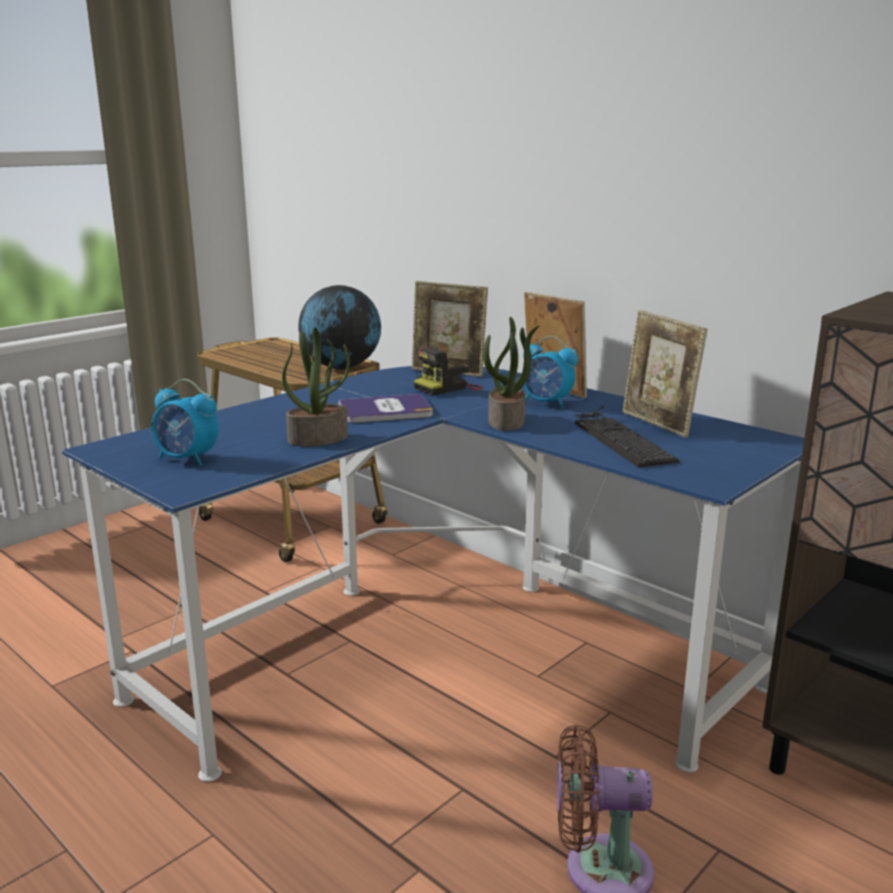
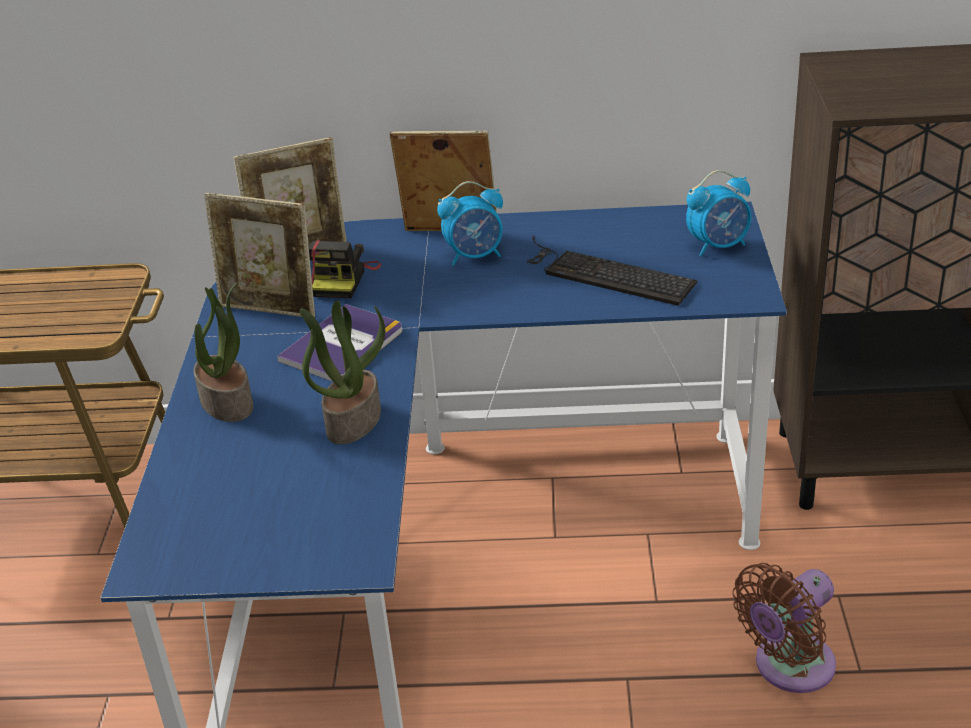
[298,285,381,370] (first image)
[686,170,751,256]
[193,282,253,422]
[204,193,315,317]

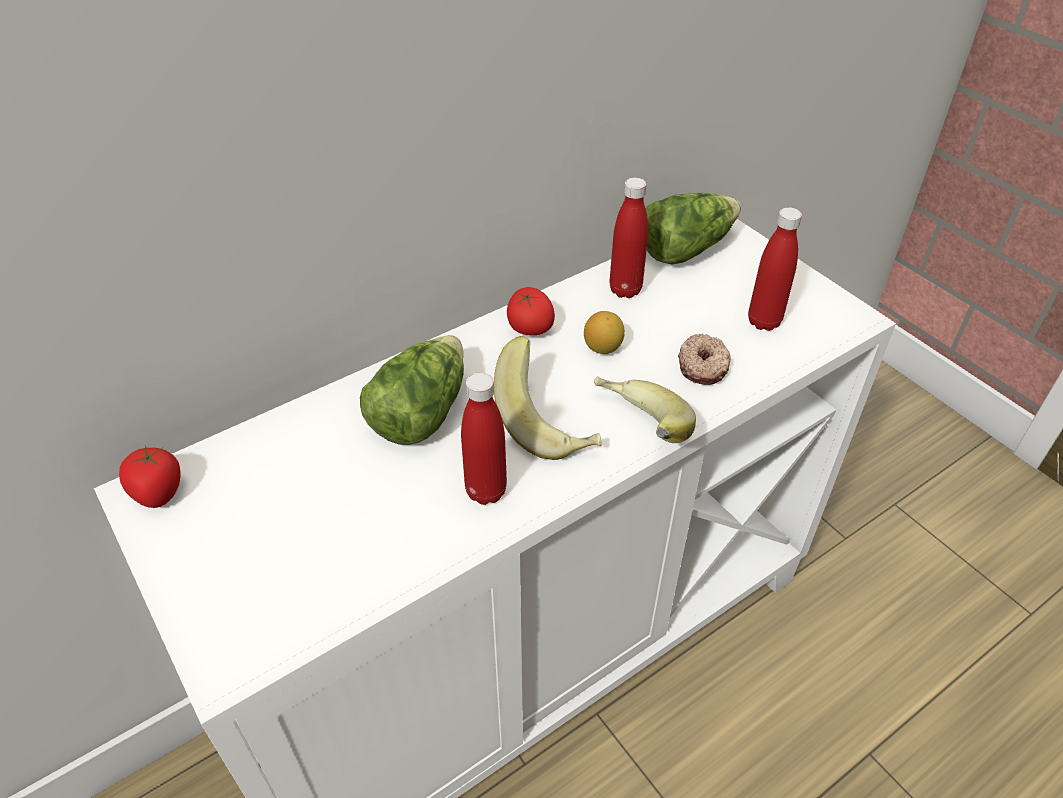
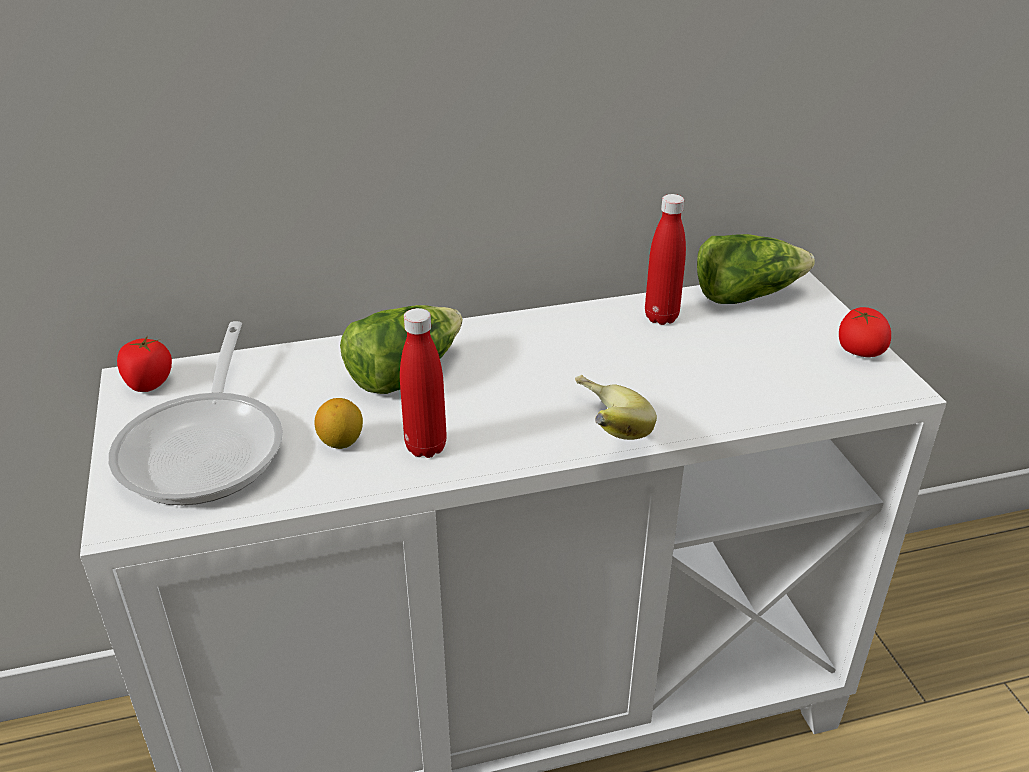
[494,336,602,460] (first image)
[678,333,730,385] (first image)
[748,207,802,331] (first image)
[108,321,283,505]
[839,307,891,357]
[315,398,363,449]

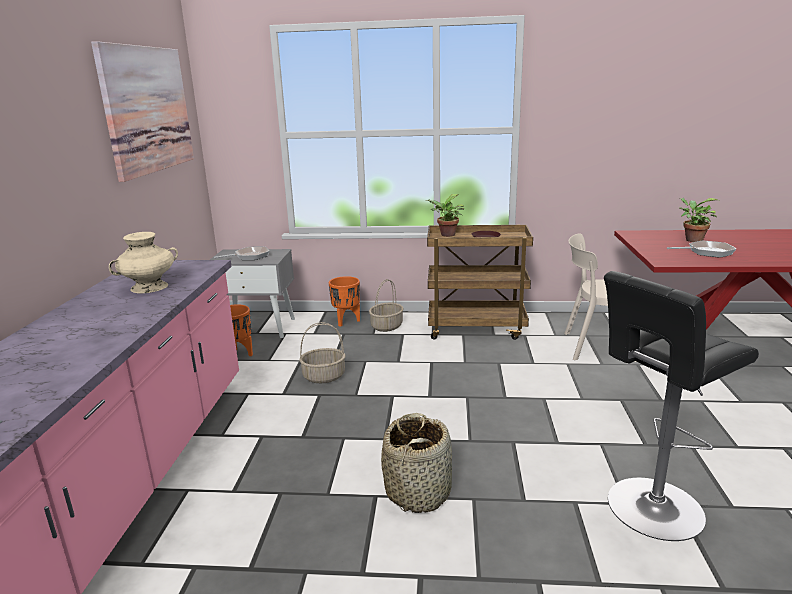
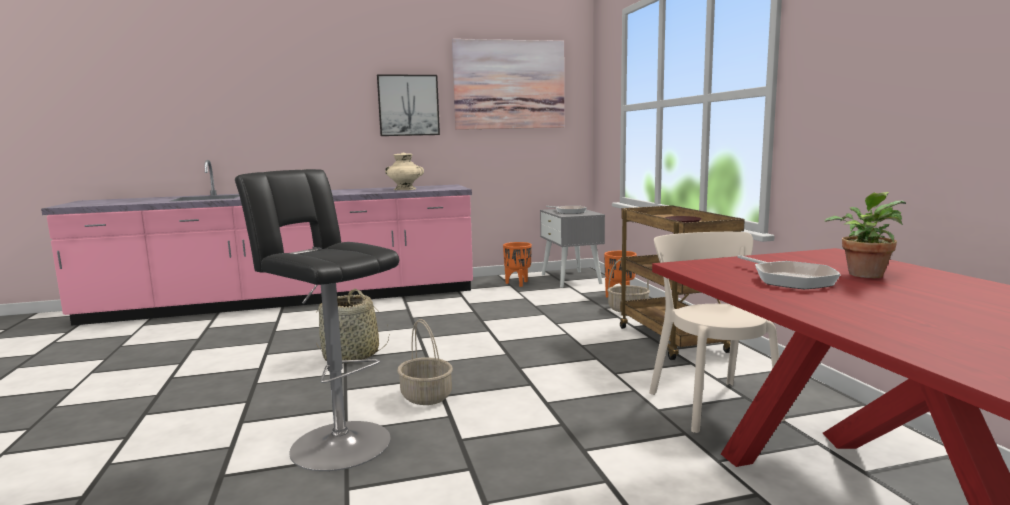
[426,194,465,237] (first image)
[377,75,440,136]
[397,319,453,405]

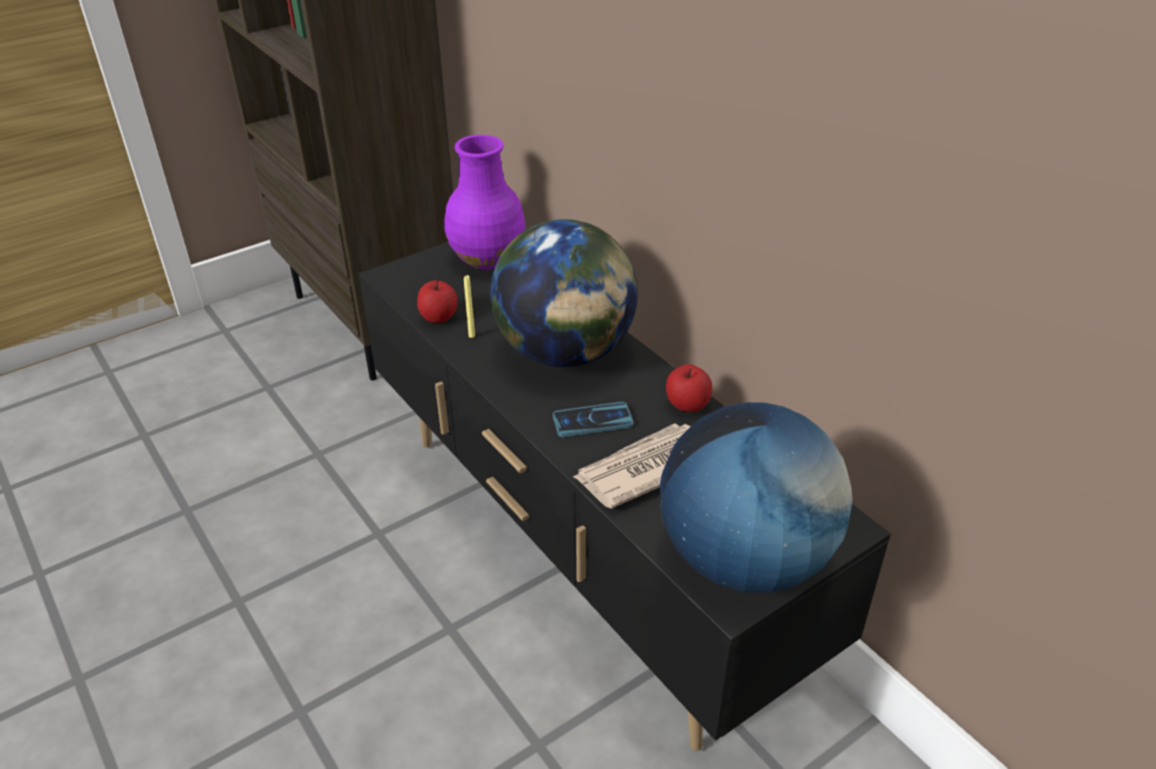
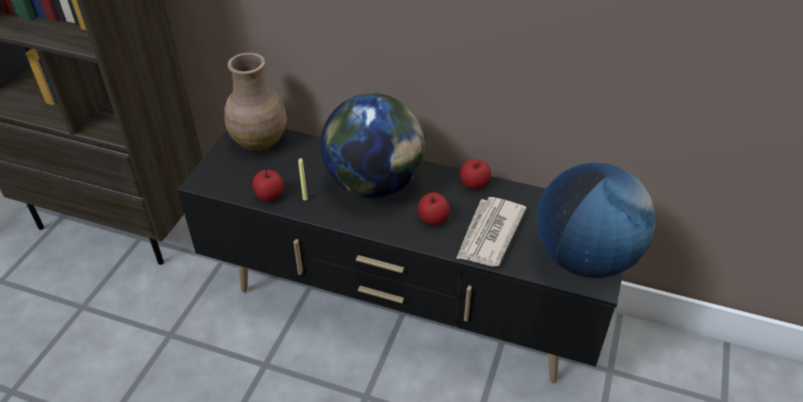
[418,192,450,226]
[224,53,287,151]

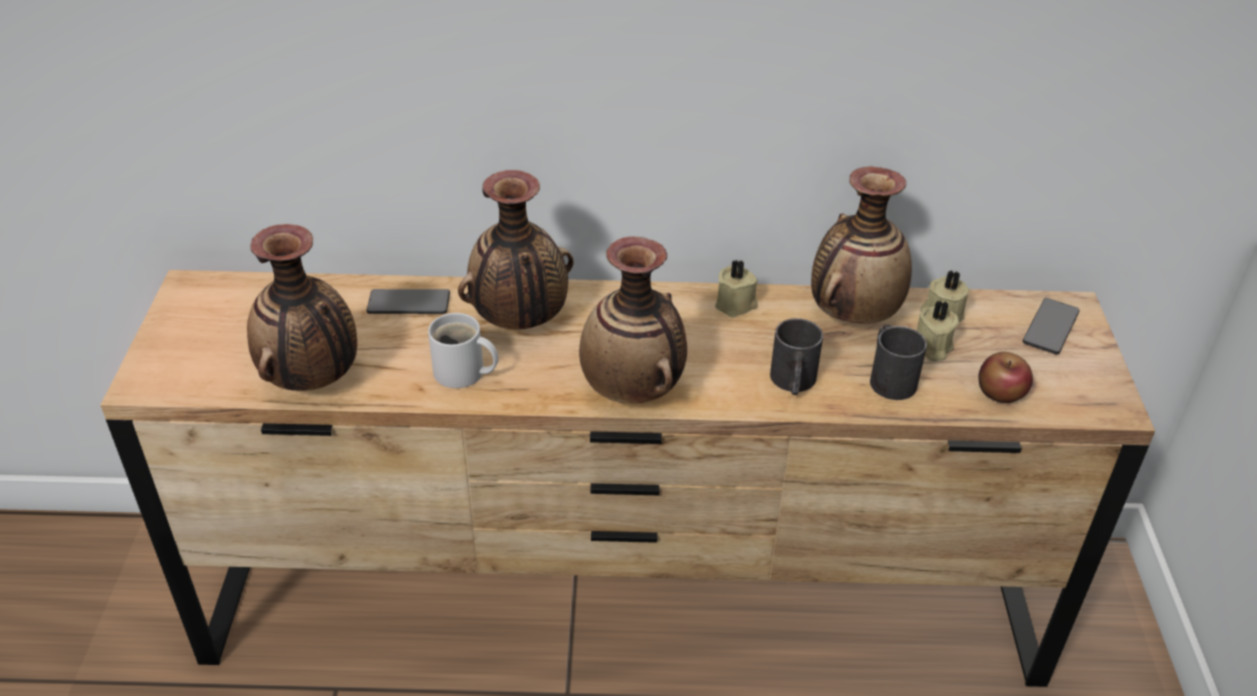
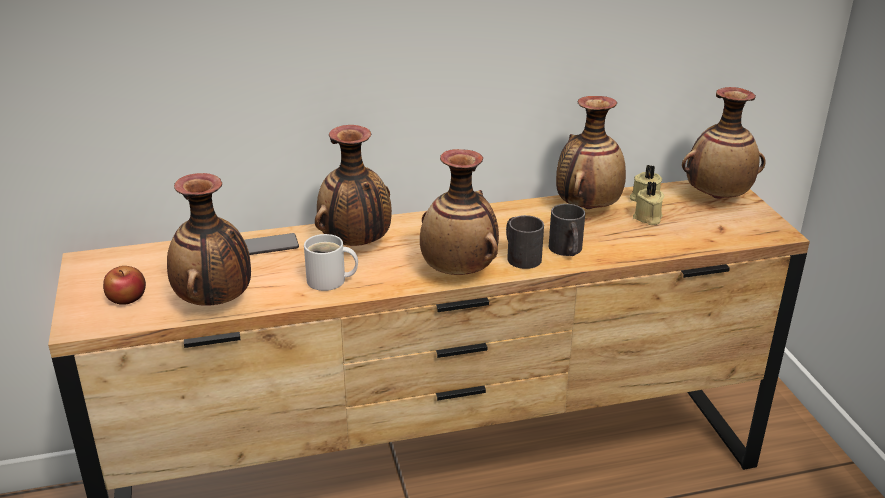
[715,259,758,317] (first image)
[506,215,544,269]
[103,266,146,305]
[682,87,766,199]

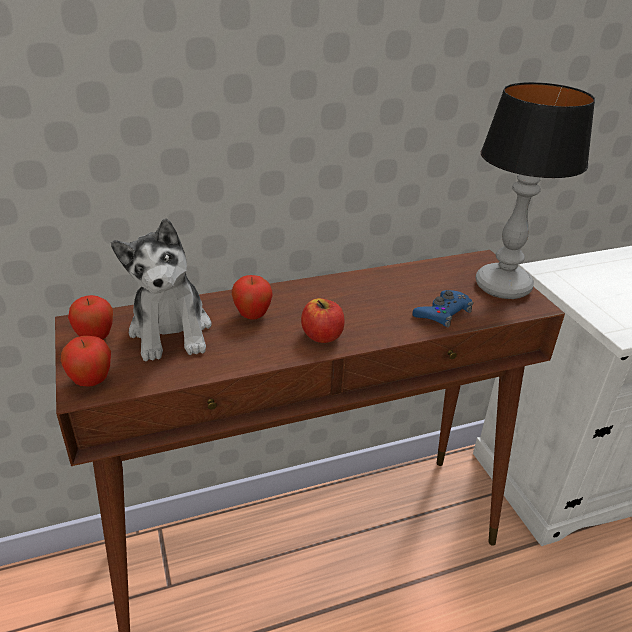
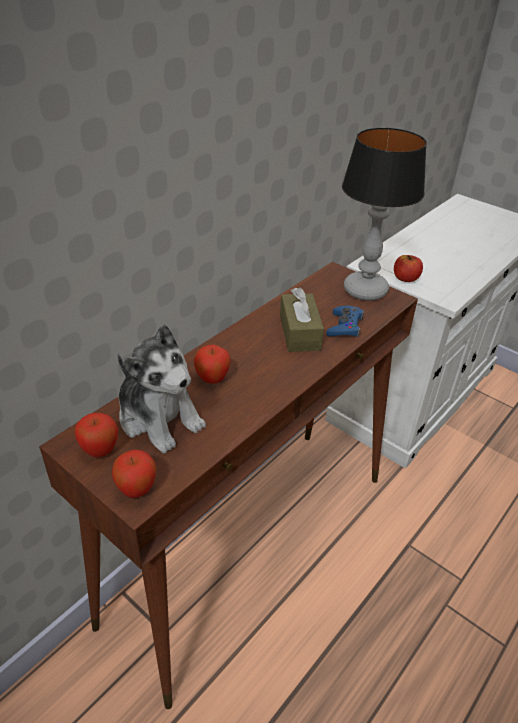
[280,288,324,352]
[394,255,423,282]

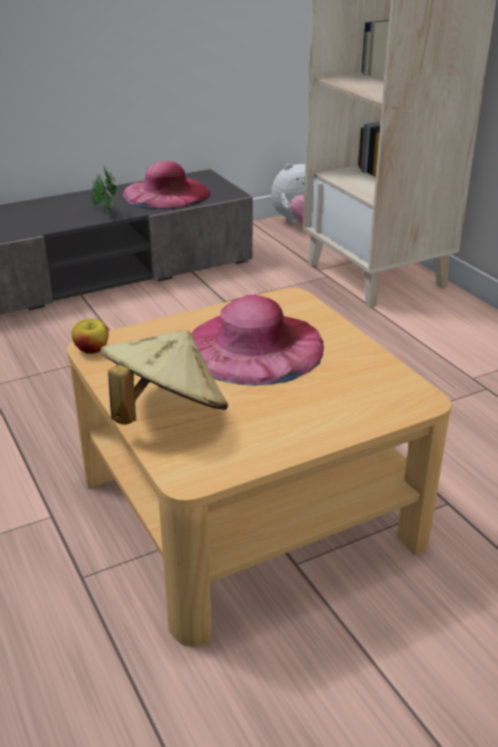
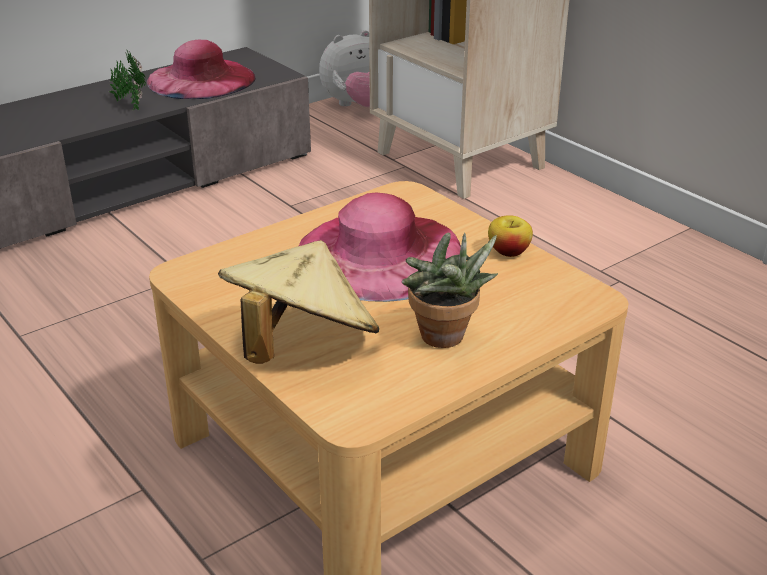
[402,232,498,348]
[488,215,533,257]

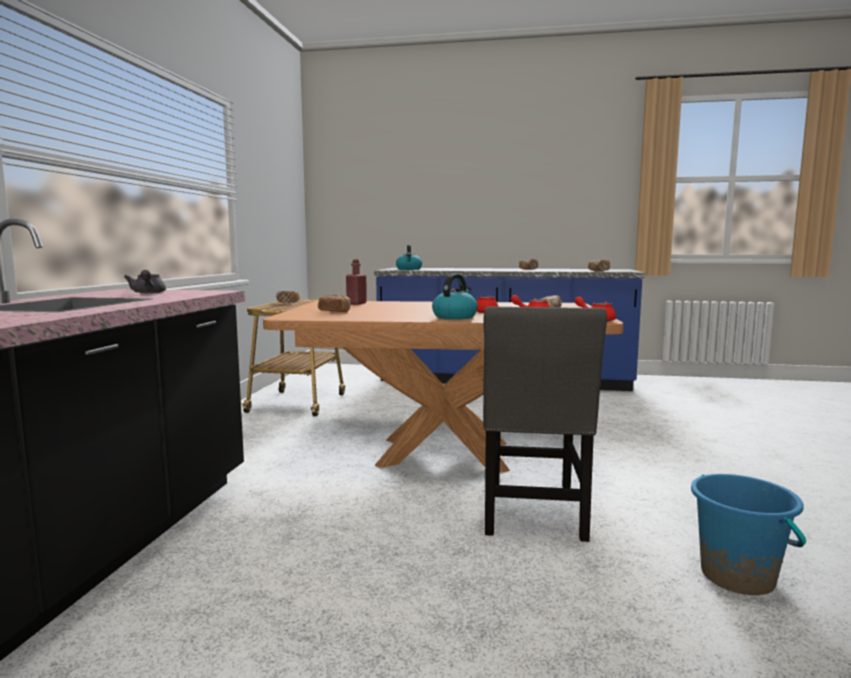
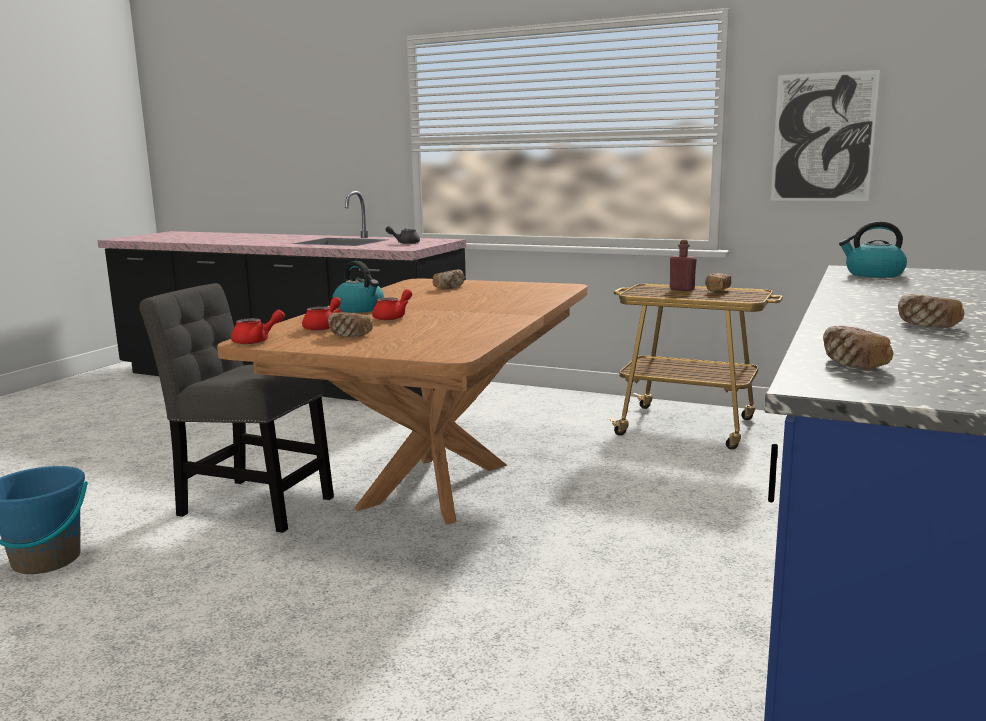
[771,70,880,201]
[670,240,697,291]

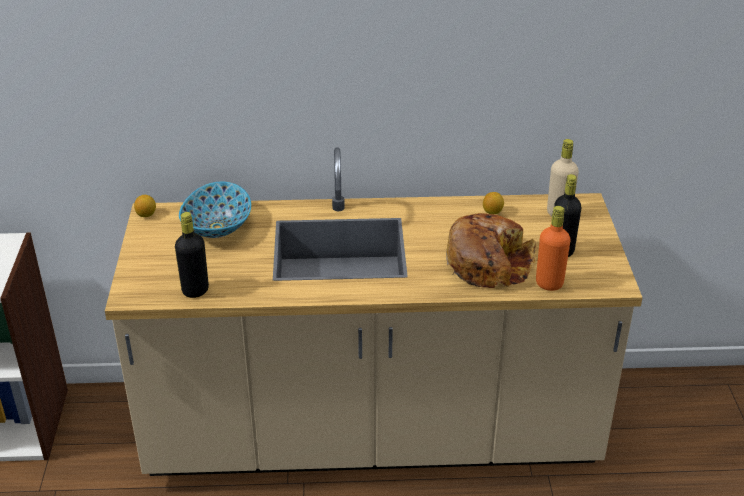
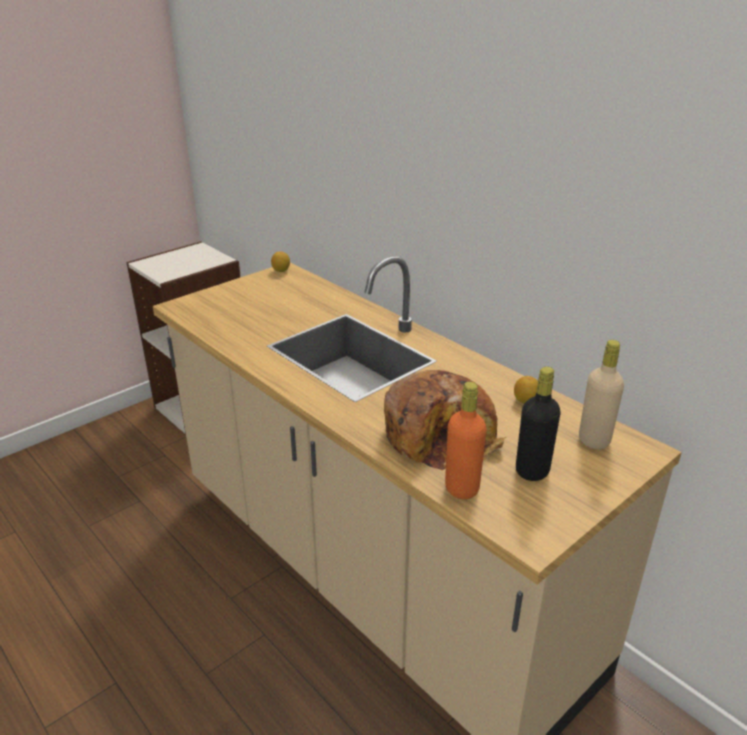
[175,212,209,298] (first image)
[179,182,251,238] (first image)

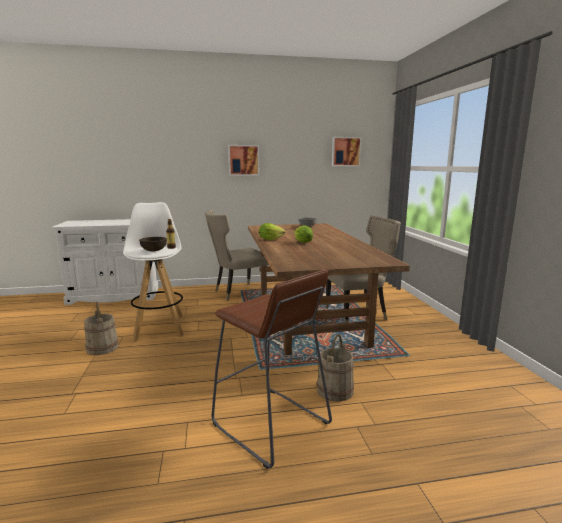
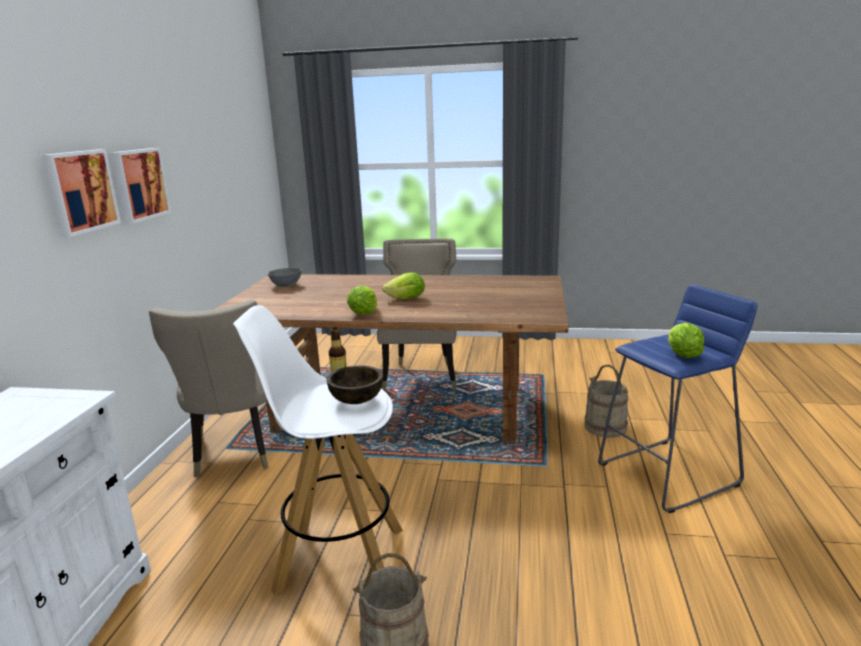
[668,323,704,358]
[42,149,121,237]
[598,284,758,513]

